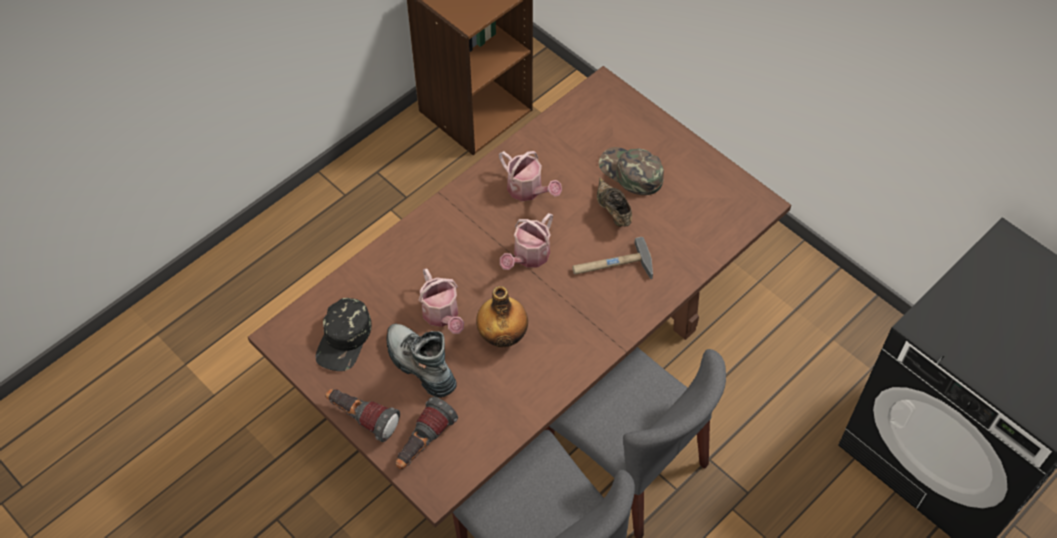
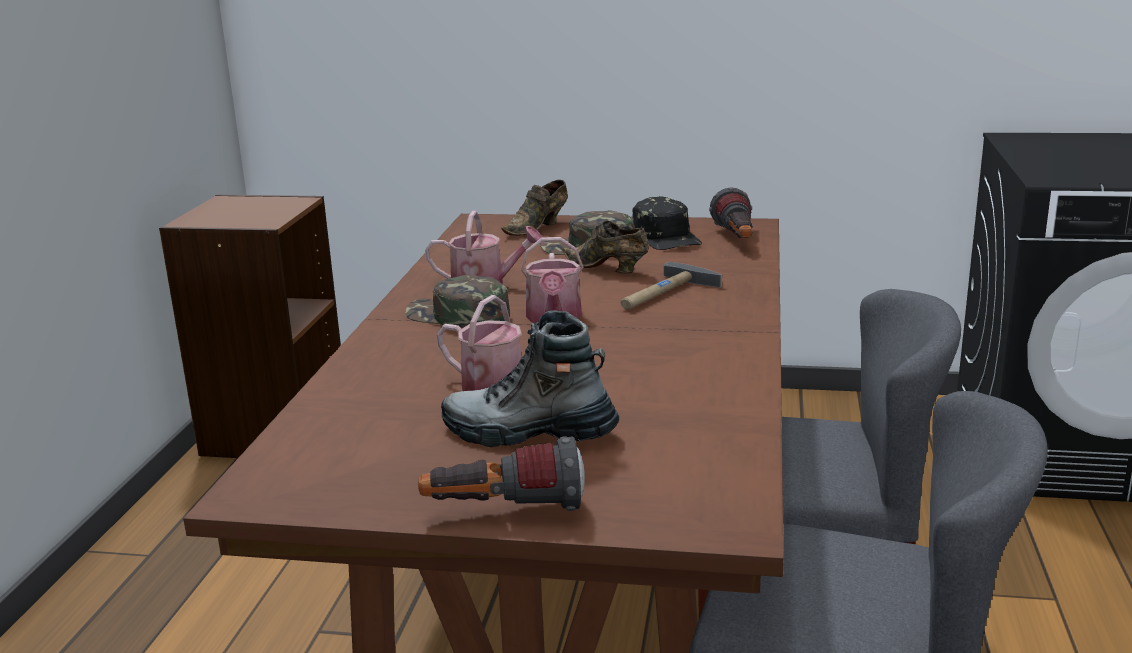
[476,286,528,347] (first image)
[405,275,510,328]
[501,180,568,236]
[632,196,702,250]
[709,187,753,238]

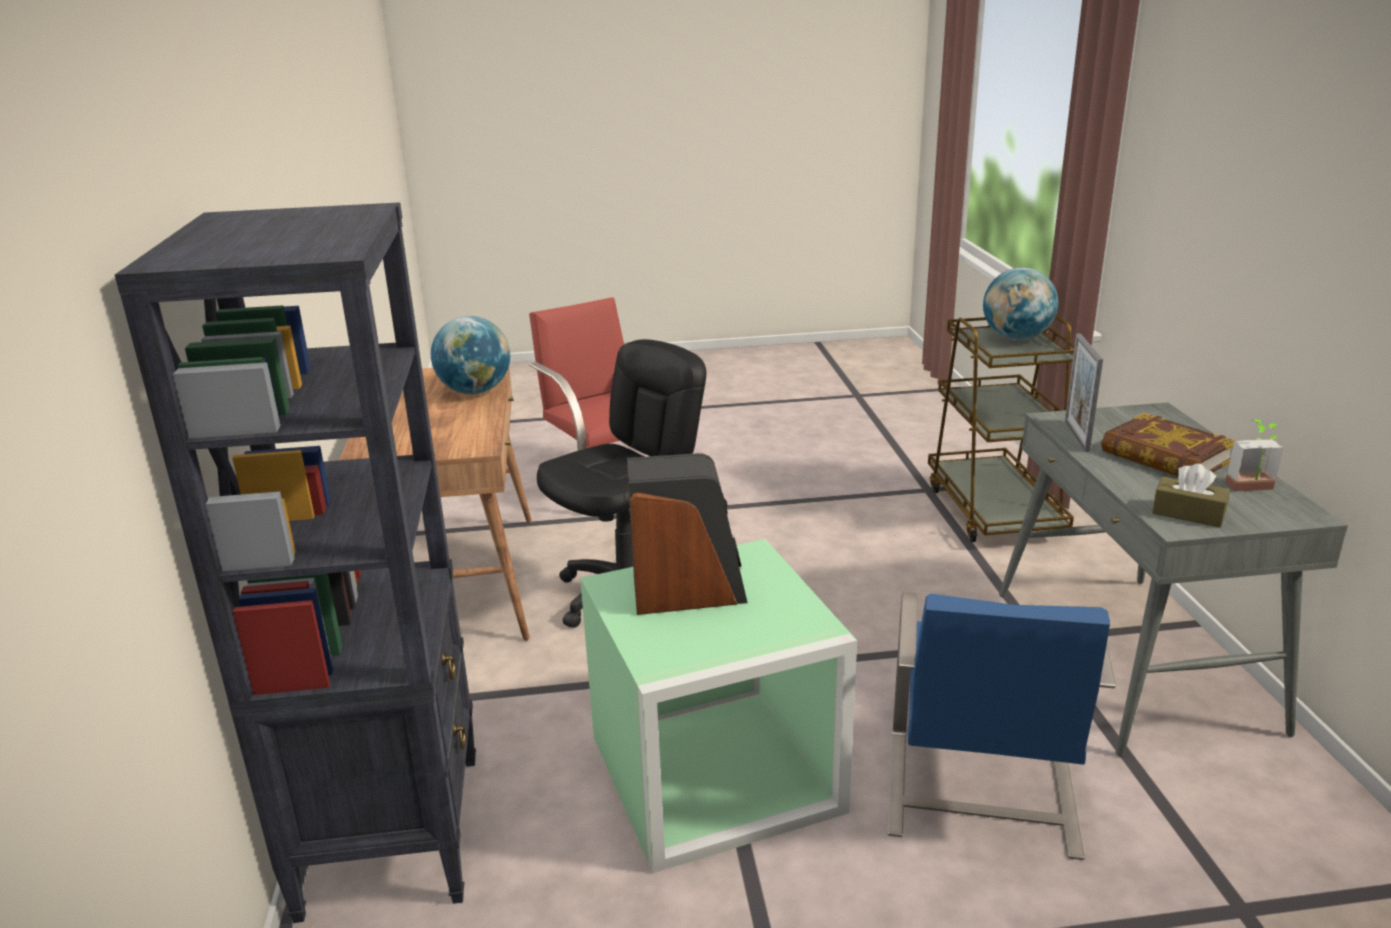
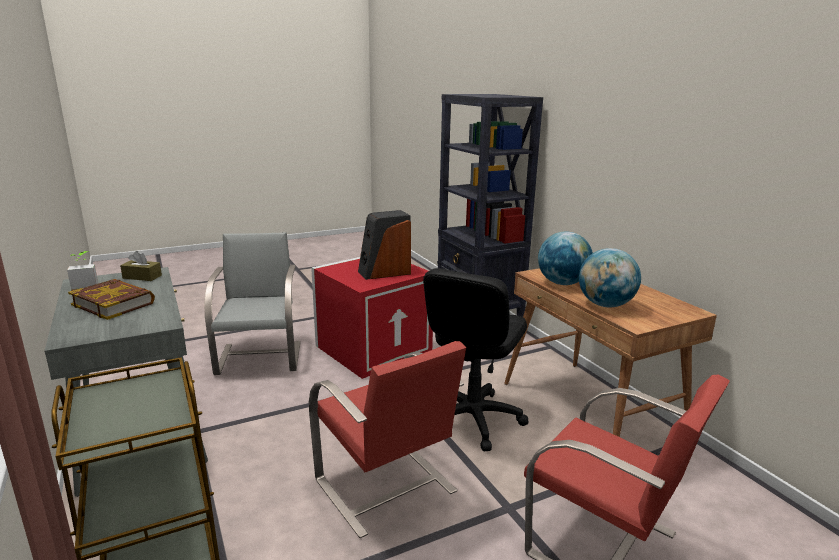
[1065,333,1103,452] (first image)
[309,341,466,538]
[538,231,593,285]
[311,257,433,379]
[204,233,301,375]

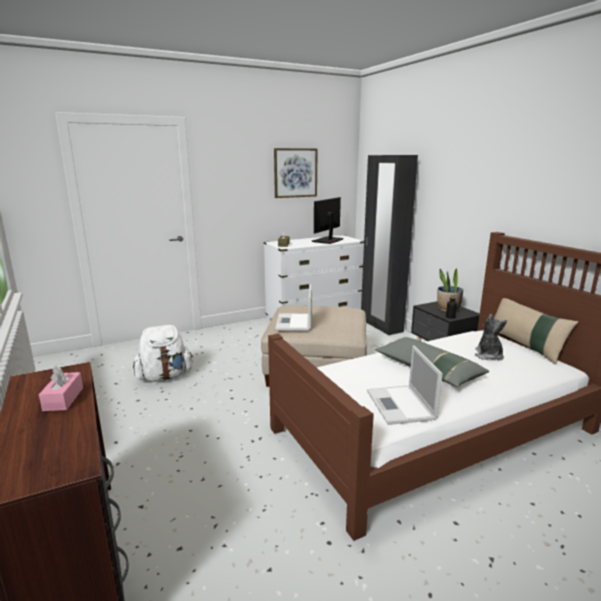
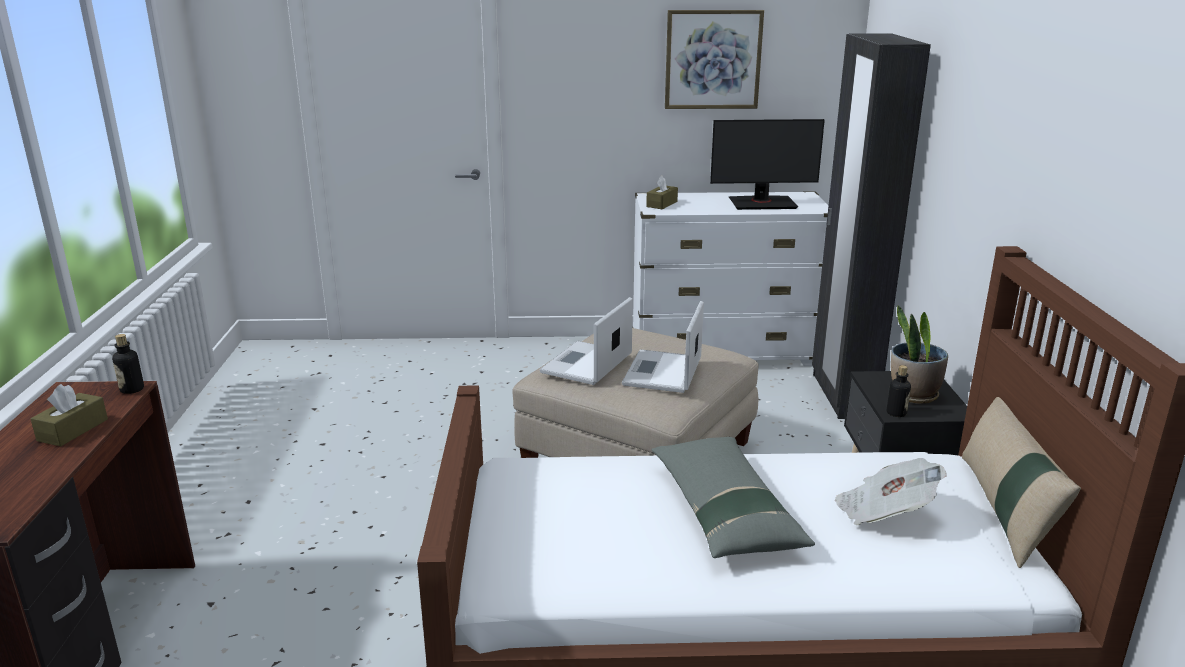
[133,325,193,382] (first image)
[112,334,144,394]
[622,301,704,393]
[835,458,947,525]
[31,384,108,446]
[710,119,825,210]

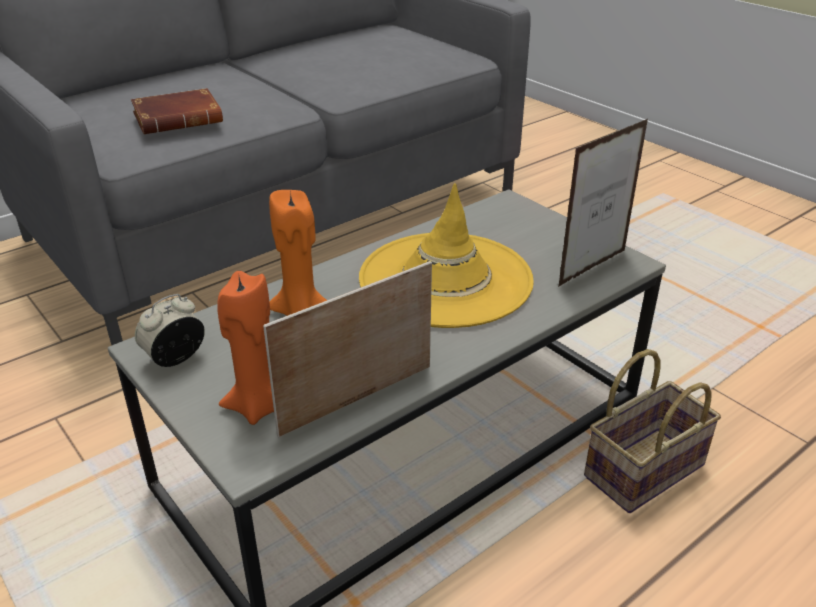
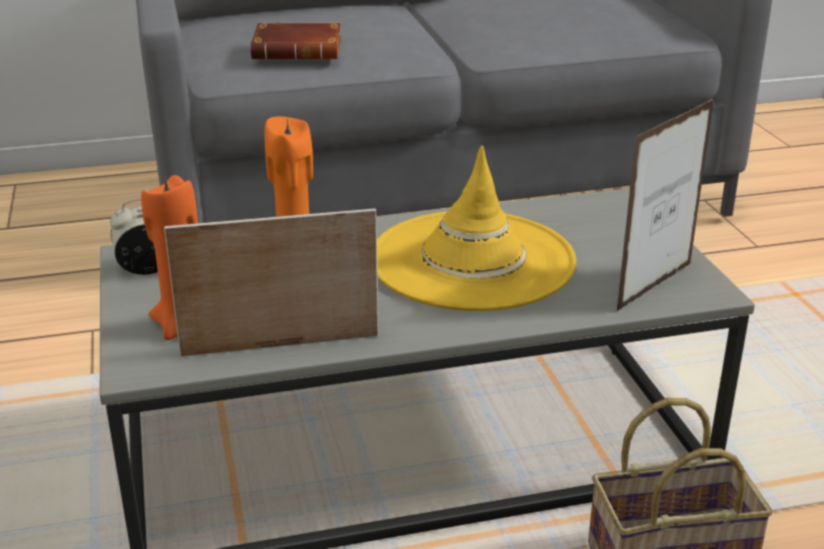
[617,99,714,311]

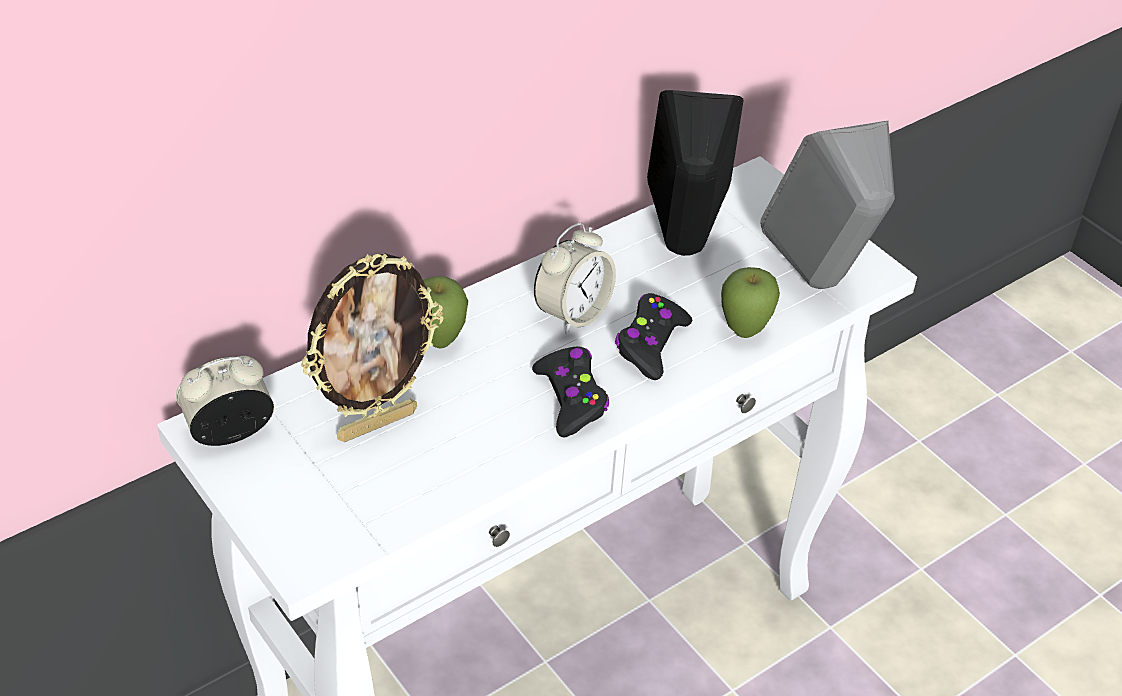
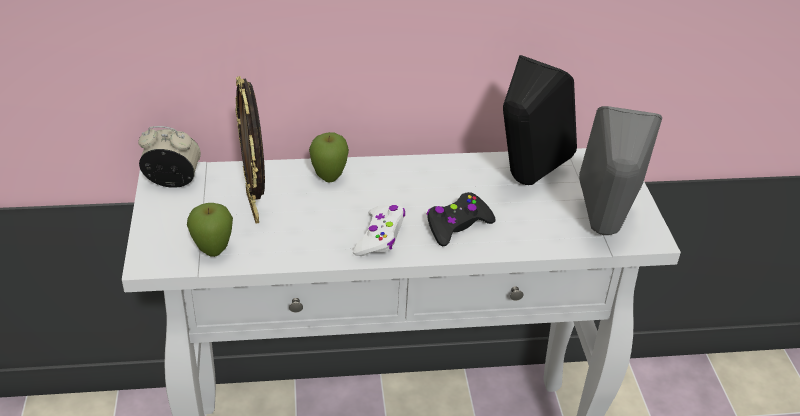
[534,222,616,334] (first image)
[187,203,233,257]
[353,205,405,256]
[235,76,265,223]

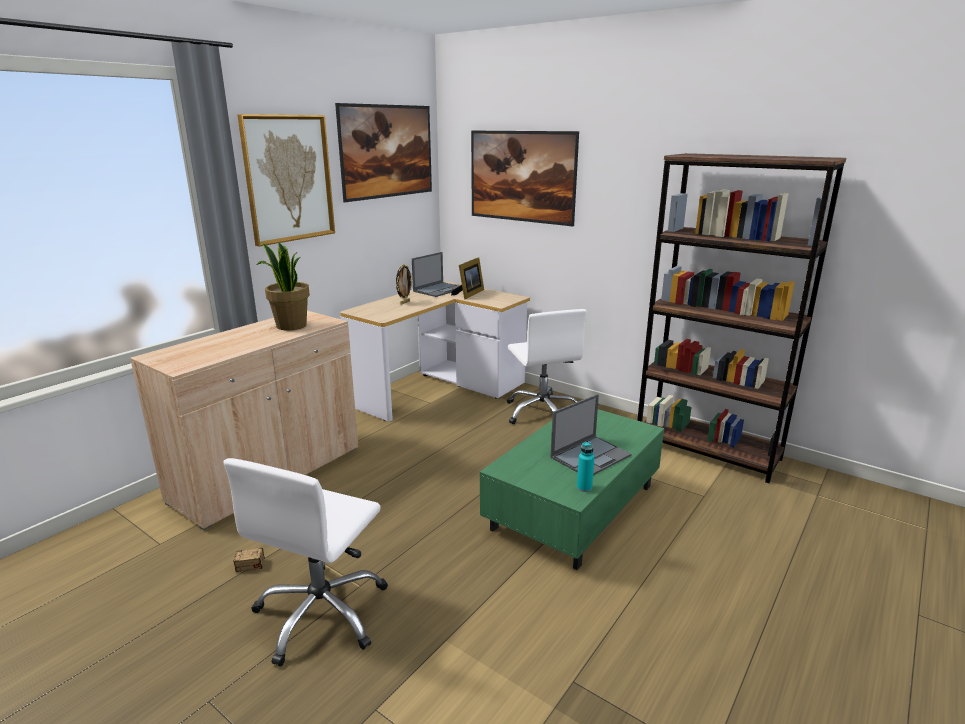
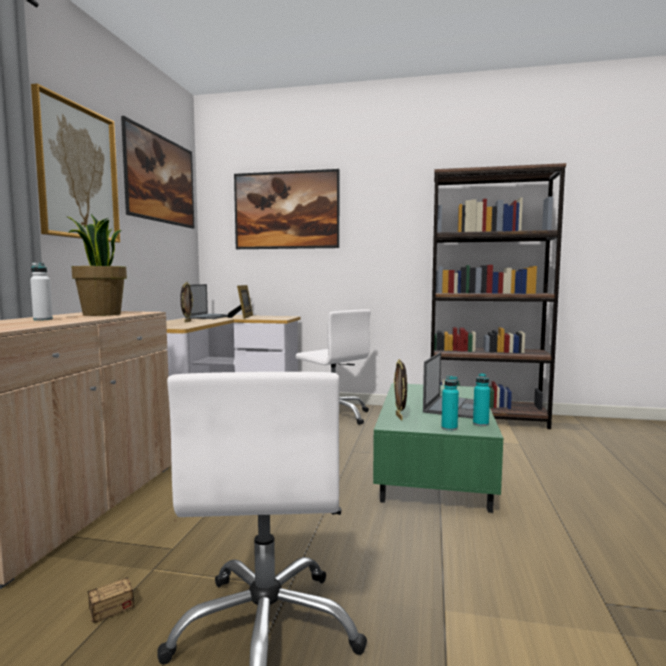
[30,263,53,321]
[394,359,407,420]
[441,376,459,431]

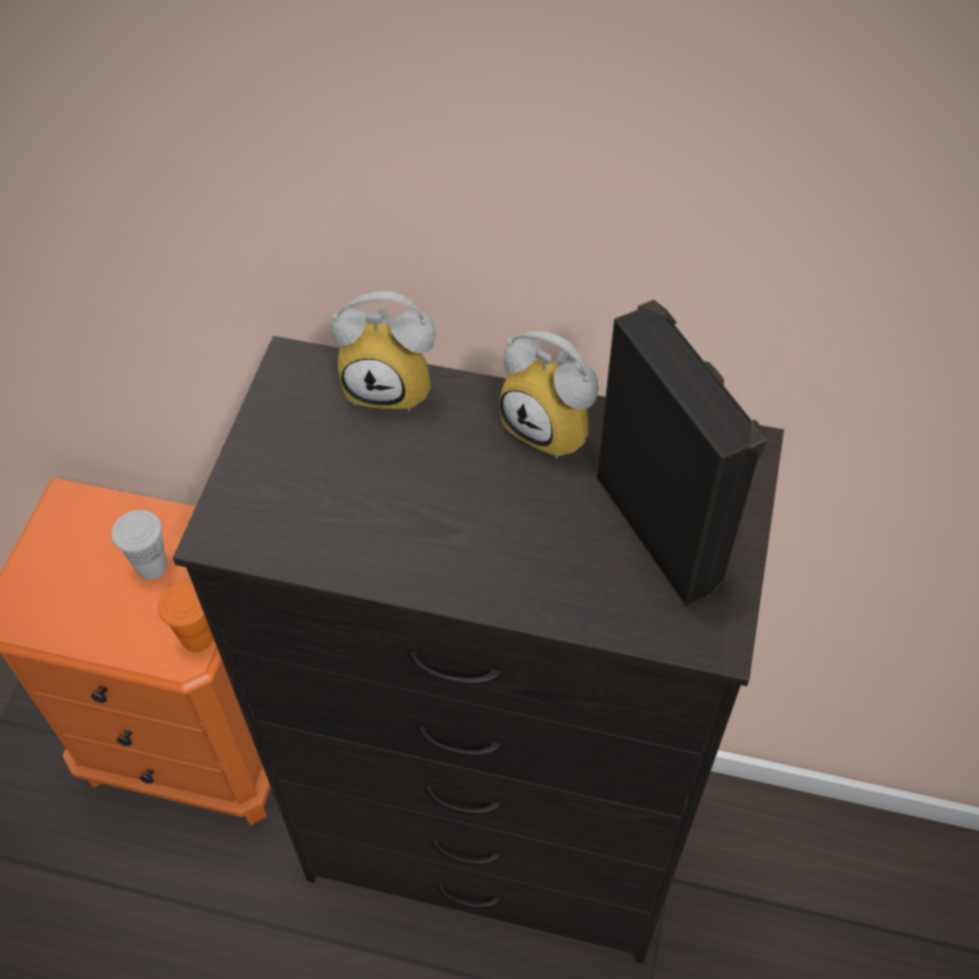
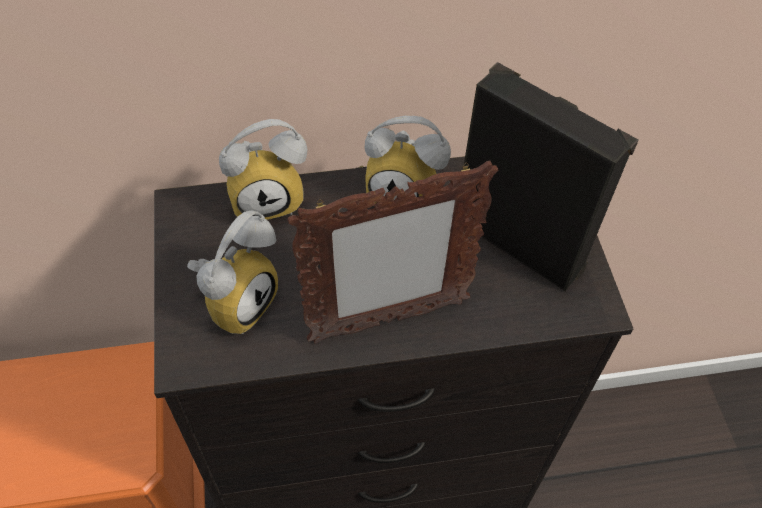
[111,510,167,580] (first image)
[158,582,213,652] (first image)
[187,210,278,334]
[288,161,499,344]

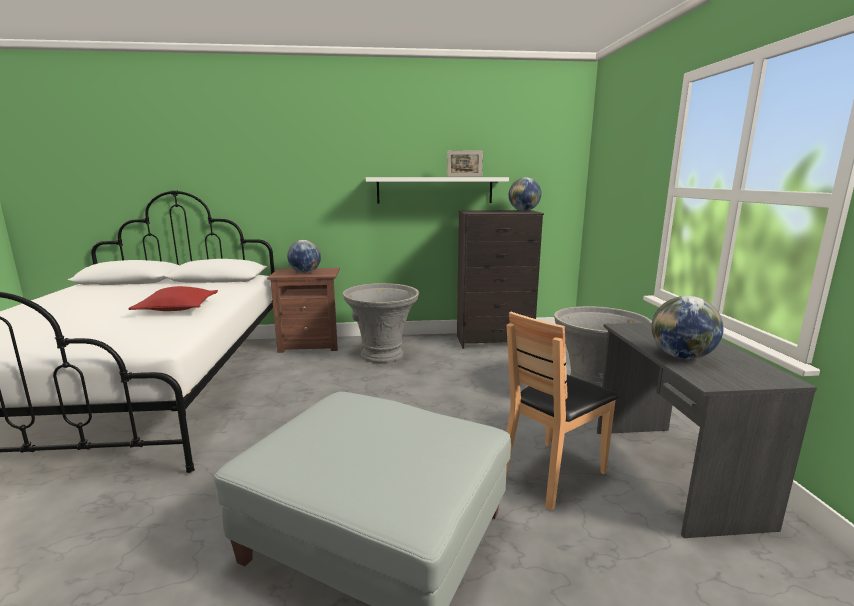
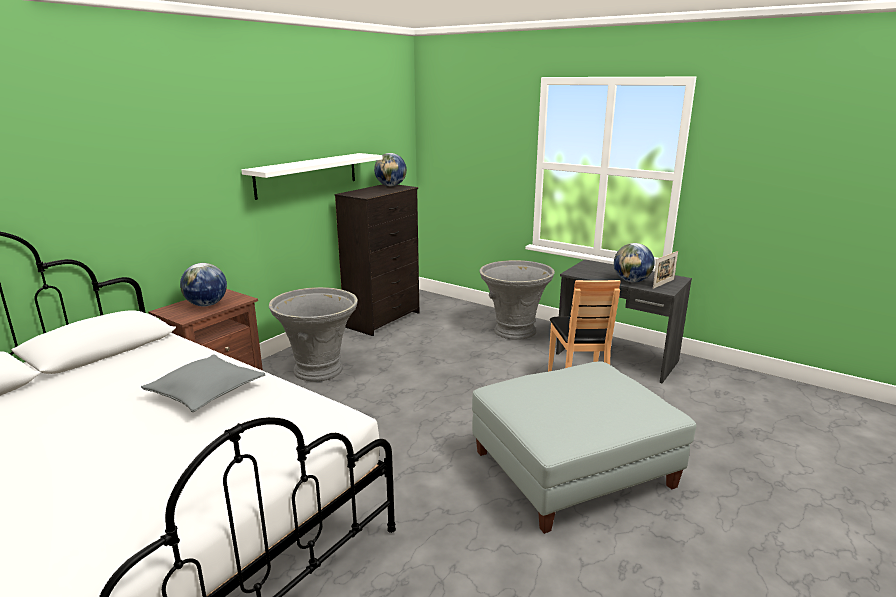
[653,251,678,289]
[141,354,266,412]

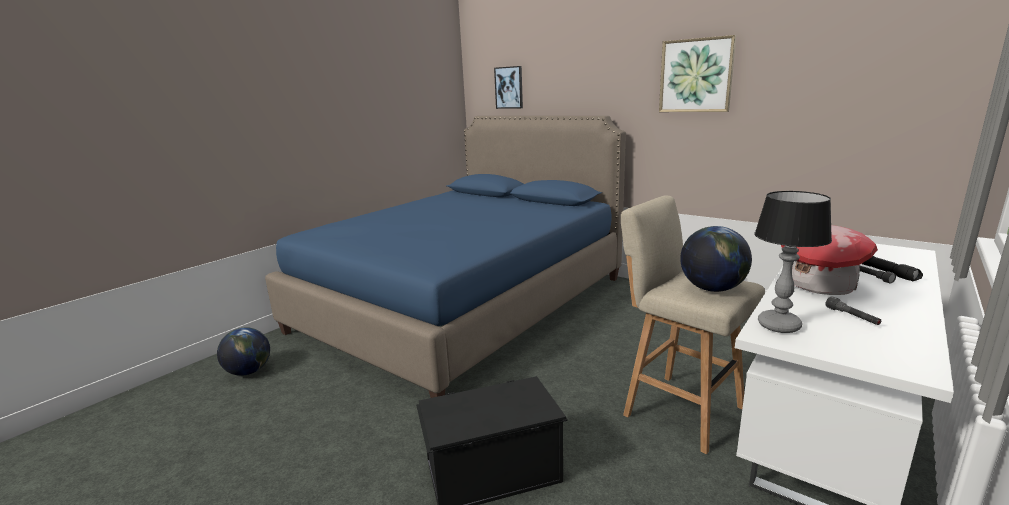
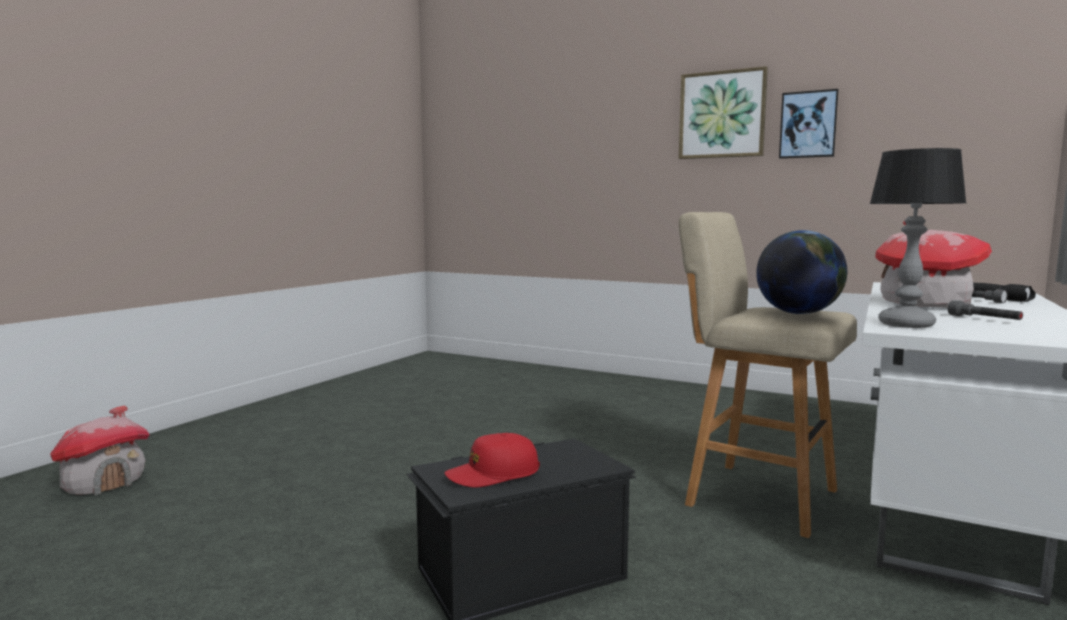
[265,116,626,398] (first image)
[444,433,540,488]
[779,89,839,159]
[50,406,150,495]

